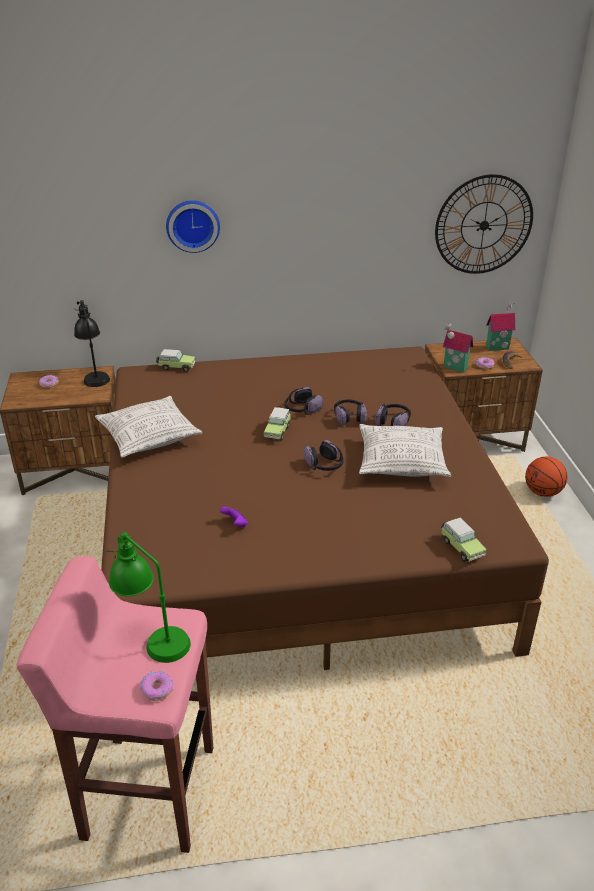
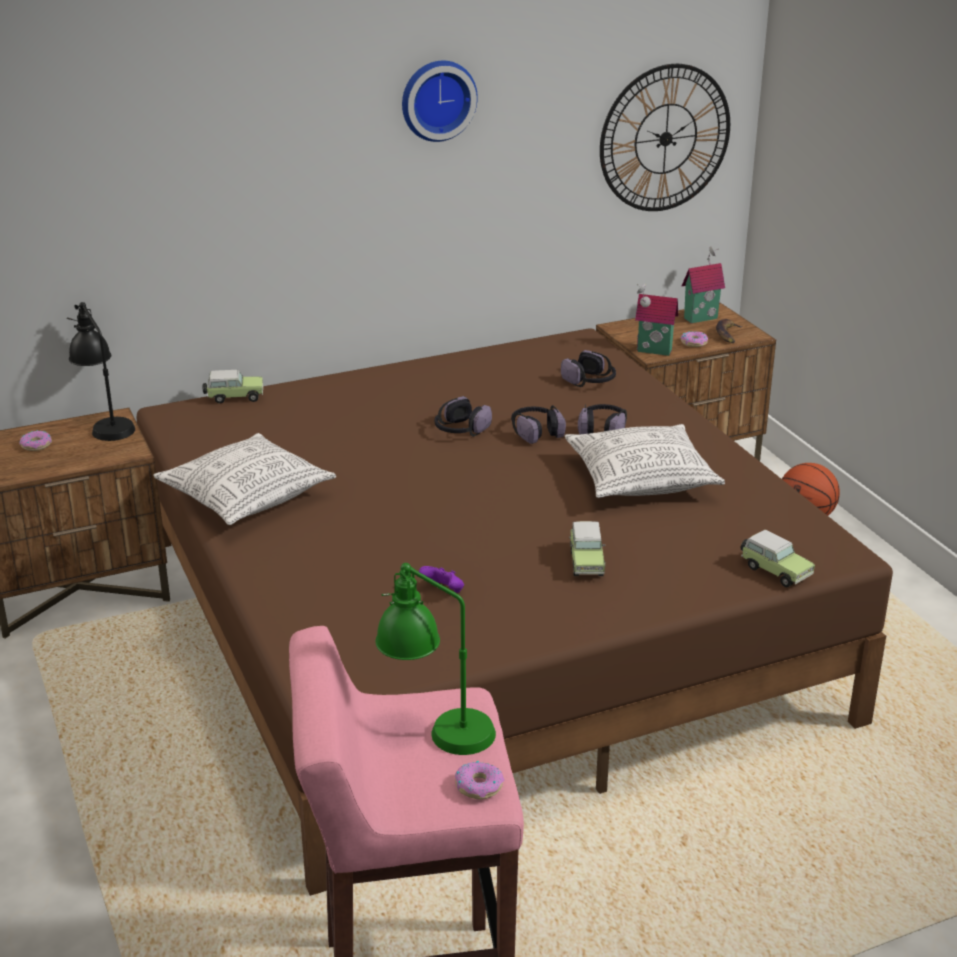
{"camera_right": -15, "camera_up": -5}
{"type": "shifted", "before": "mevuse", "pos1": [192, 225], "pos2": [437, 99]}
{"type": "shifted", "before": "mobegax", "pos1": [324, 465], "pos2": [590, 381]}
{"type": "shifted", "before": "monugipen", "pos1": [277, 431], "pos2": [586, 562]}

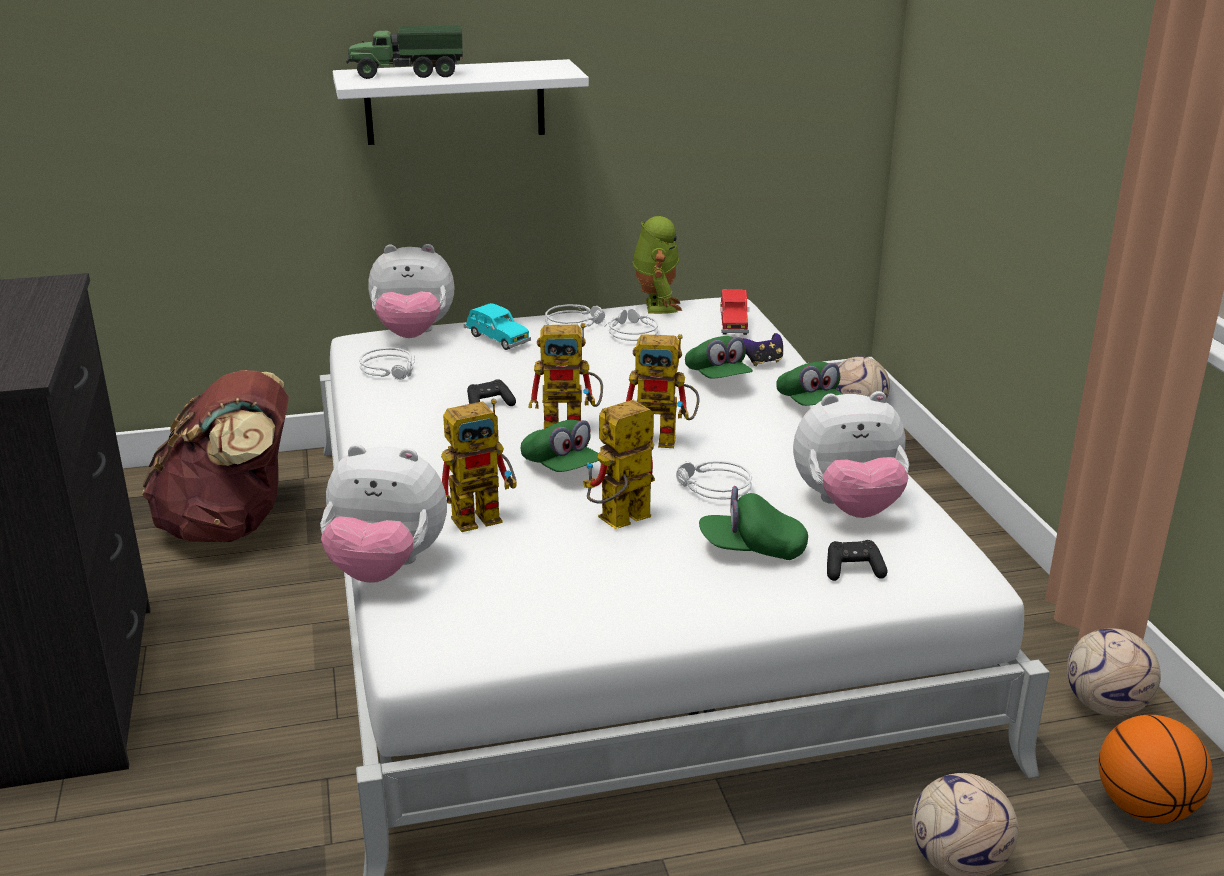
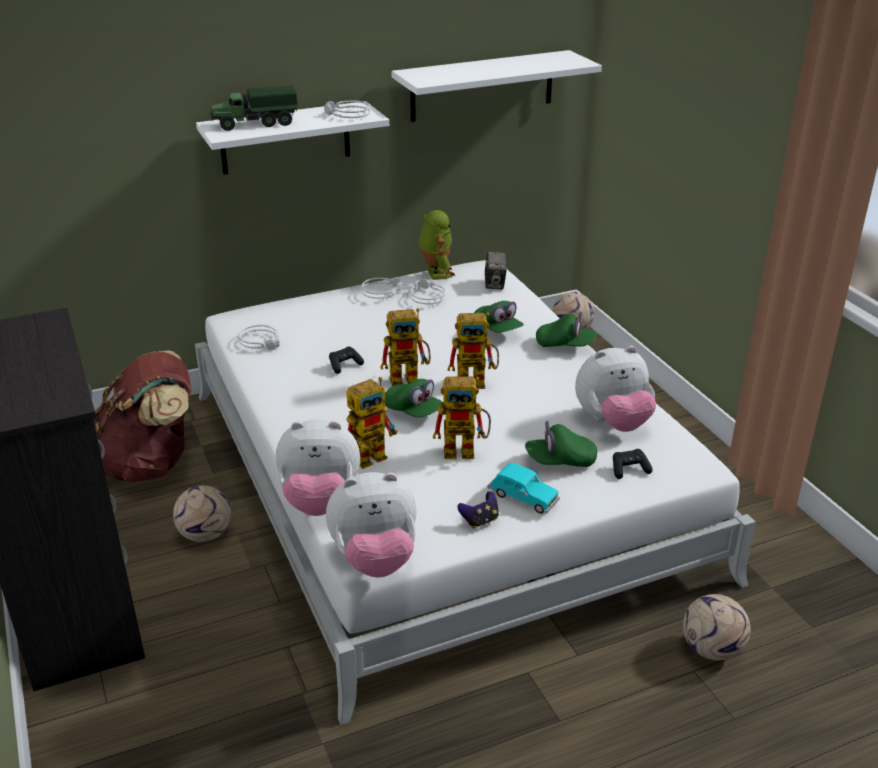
{"camera_right": -10, "camera_up": 5}
{"type": "shifted", "before": "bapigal", "pos1": [1106, 706], "pos2": [206, 535]}
{"type": "shifted", "before": "grey mobegax", "pos1": [712, 487], "pos2": [347, 115]}
{"type": "shifted", "before": "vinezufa", "pos1": [413, 335], "pos2": [375, 560]}
{"type": "new", "after": "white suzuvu", "pos2": [482, 86]}
{"type": "rotated", "before": "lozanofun", "pos1": [618, 523], "pos2": [466, 450], "turn": -135}
{"type": "shifted", "before": "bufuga", "pos1": [763, 362], "pos2": [480, 521]}
{"type": "swapped", "before": "red monugipen", "after": "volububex", "pos1": [733, 324], "pos2": [495, 284]}
{"type": "shifted", "before": "turquoise monugipen", "pos1": [497, 339], "pos2": [522, 498]}
{"type": "rotated", "before": "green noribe", "pos1": [810, 404], "pos2": [565, 345], "turn": -45}
{"type": "gone", "before": "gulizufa", "pos1": [1144, 808]}

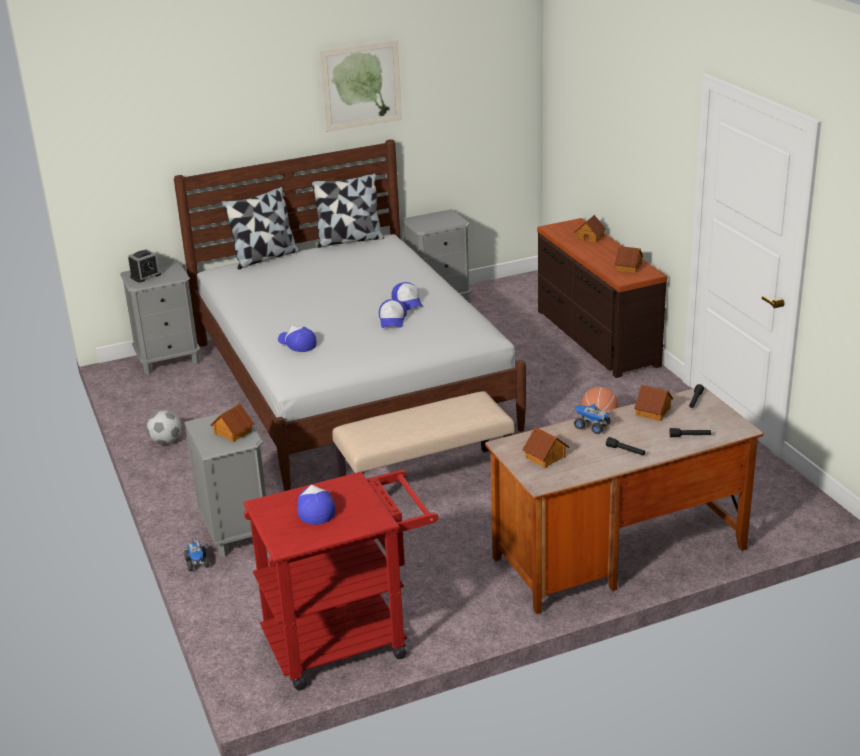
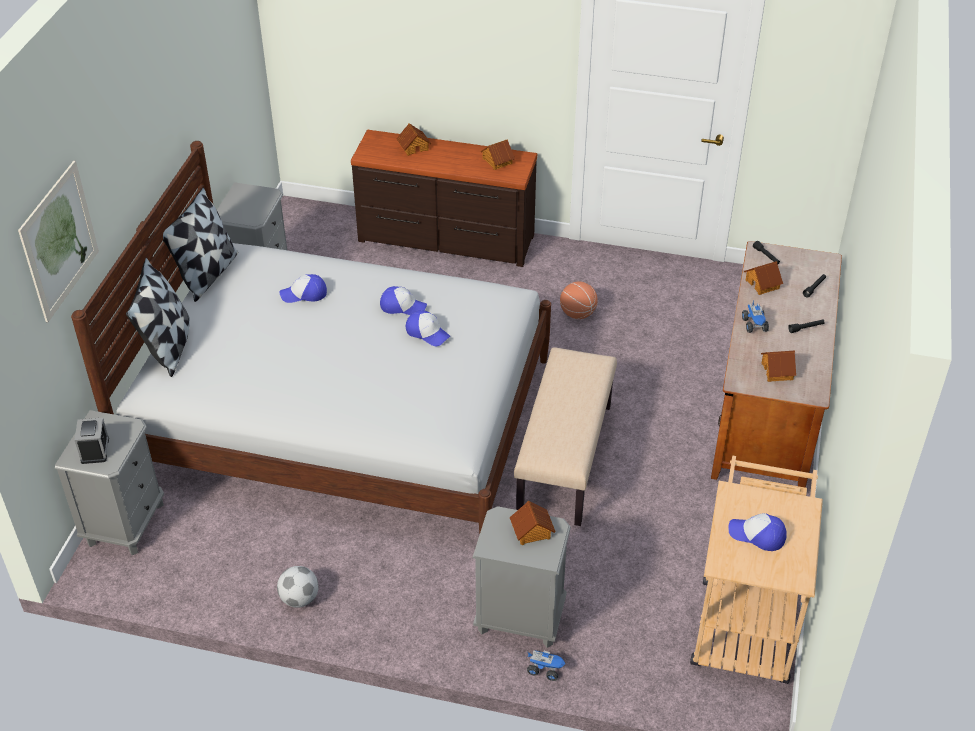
{"camera_right": -55, "camera_up": 15}
{"type": "shifted", "before": "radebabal", "pos1": [361, 85], "pos2": [59, 241]}
{"type": "shifted", "before": "noribe", "pos1": [297, 344], "pos2": [304, 294]}
{"type": "repainted", "before": "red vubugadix", "after": "beige vubugadix", "pos1": [348, 639], "pos2": [745, 620]}
{"type": "rotated", "before": "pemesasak", "pos1": [591, 427], "pos2": [755, 325], "turn": -75}

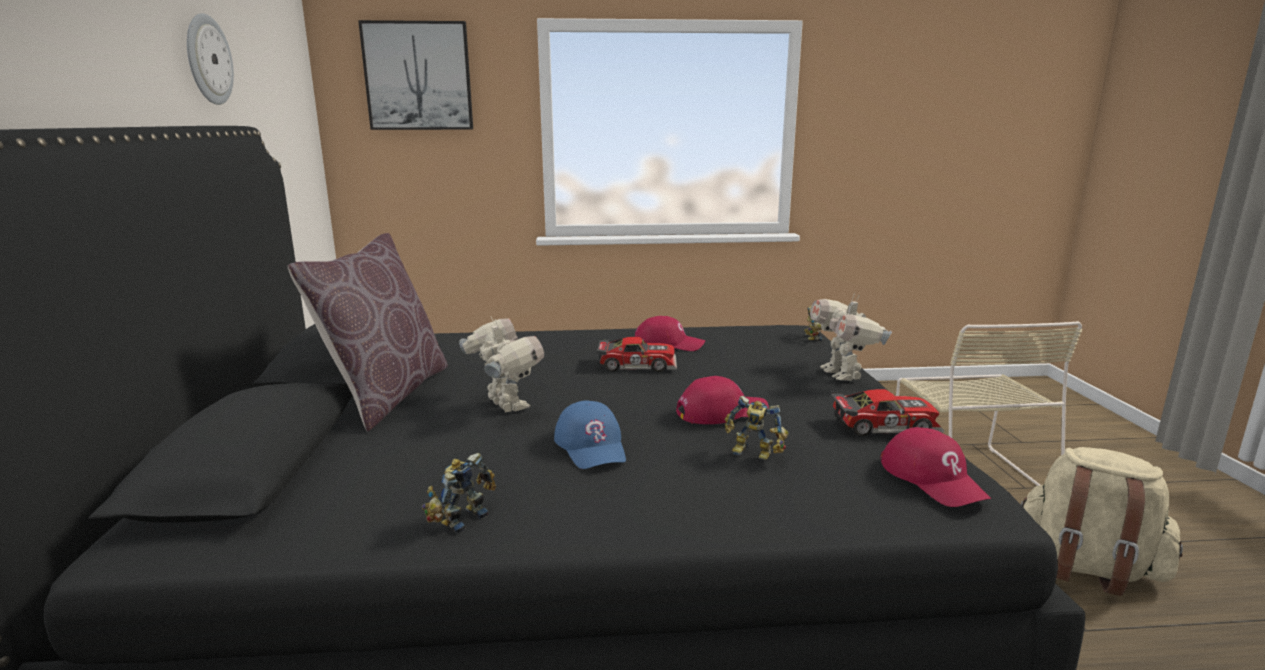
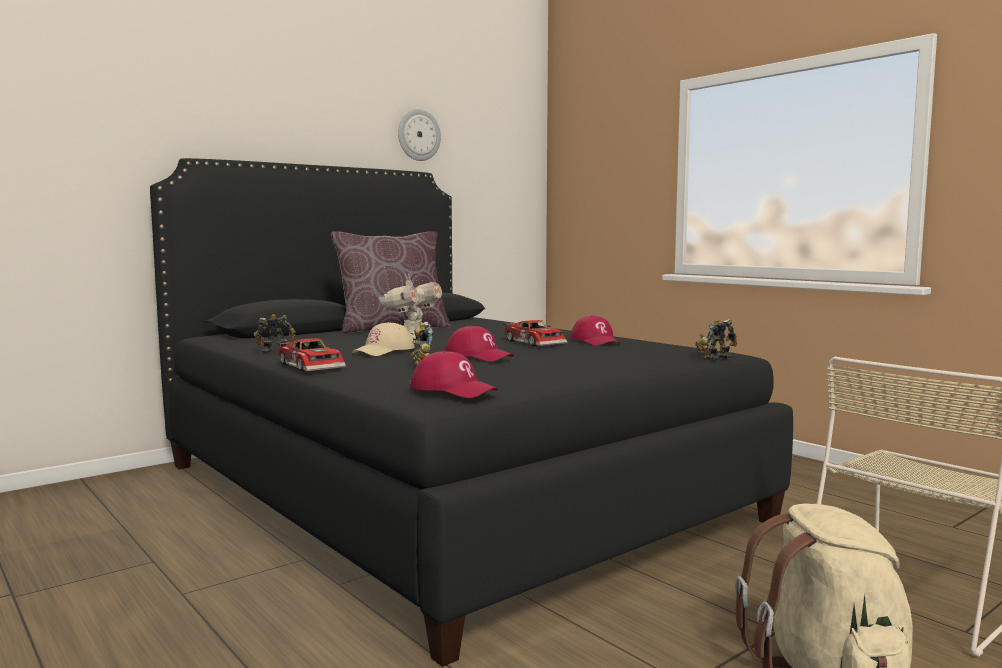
{"camera_right": 55, "camera_up": -10}
{"type": "shifted", "before": "monugipen", "pos1": [883, 423], "pos2": [313, 366]}
{"type": "repainted", "before": "blue noribe", "after": "beige noribe", "pos1": [592, 446], "pos2": [384, 351]}
{"type": "rotated", "before": "red noribe", "pos1": [933, 478], "pos2": [453, 389], "turn": -90}
{"type": "gone", "before": "radebabal", "pos1": [418, 76]}
{"type": "gone", "before": "lozanofun", "pos1": [843, 374]}

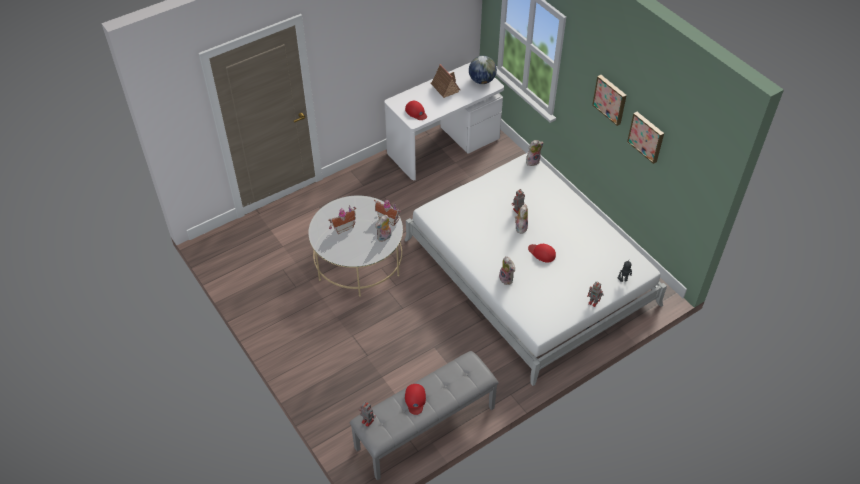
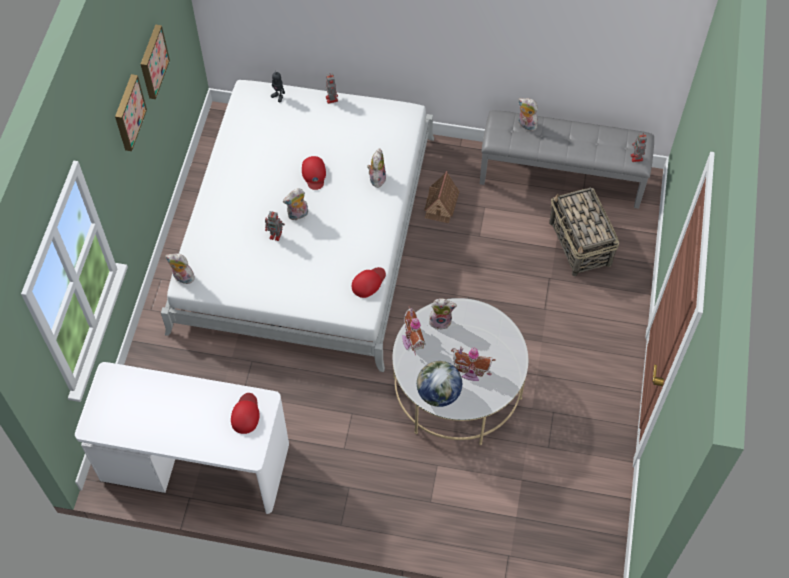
{"camera_right": -135, "camera_up": 10}
{"type": "shifted", "before": "red noribe", "pos1": [415, 399], "pos2": [368, 282]}
{"type": "shifted", "before": "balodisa", "pos1": [482, 80], "pos2": [438, 394]}
{"type": "shifted", "before": "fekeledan", "pos1": [444, 88], "pos2": [441, 205]}
{"type": "new", "after": "vinezufa", "pos2": [526, 125]}
{"type": "new", "after": "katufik", "pos2": [580, 244]}

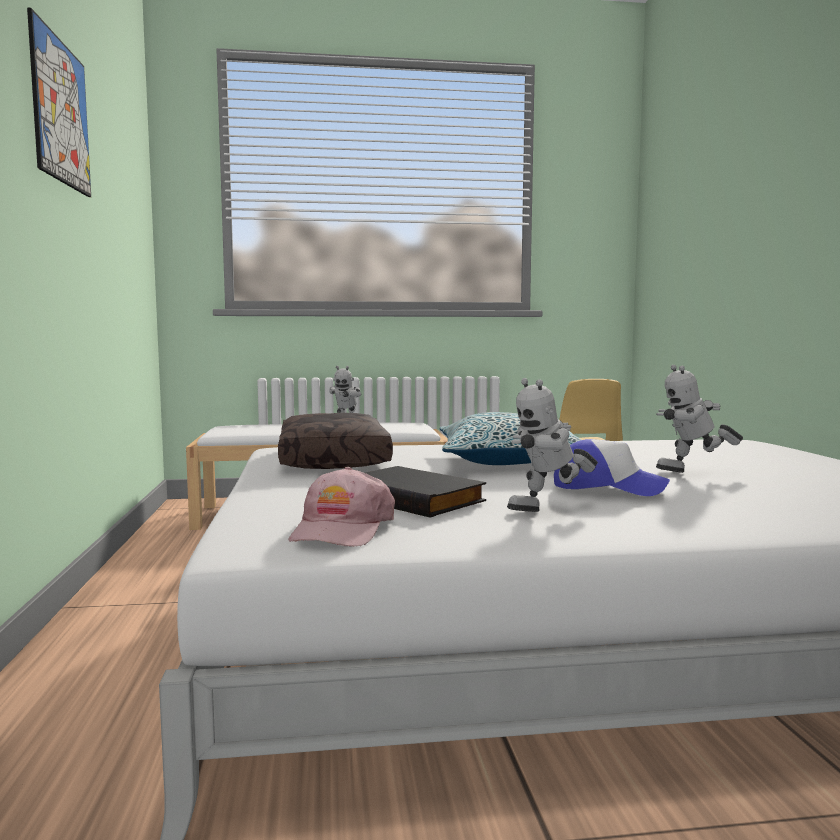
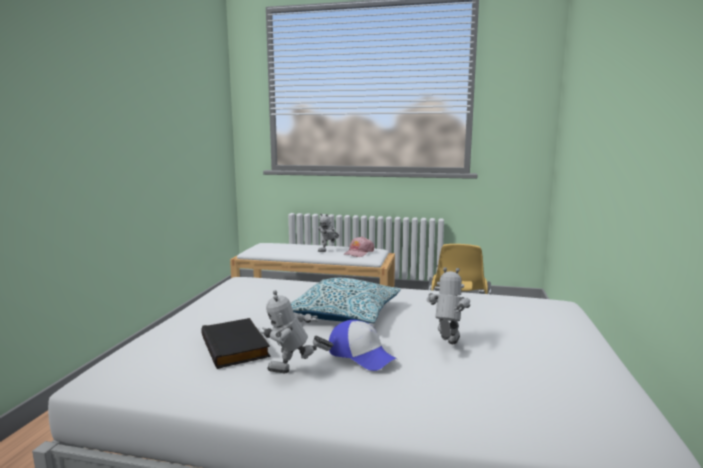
{"camera_right": 20, "camera_up": 5}
{"type": "shifted", "before": "pink noribe", "pos1": [341, 529], "pos2": [358, 253]}
{"type": "rotated", "before": "lozanofun", "pos1": [693, 473], "pos2": [446, 346], "turn": 90}
{"type": "gone", "before": "radebabal", "pos1": [60, 112]}
{"type": "gone", "before": "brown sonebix", "pos1": [335, 459]}

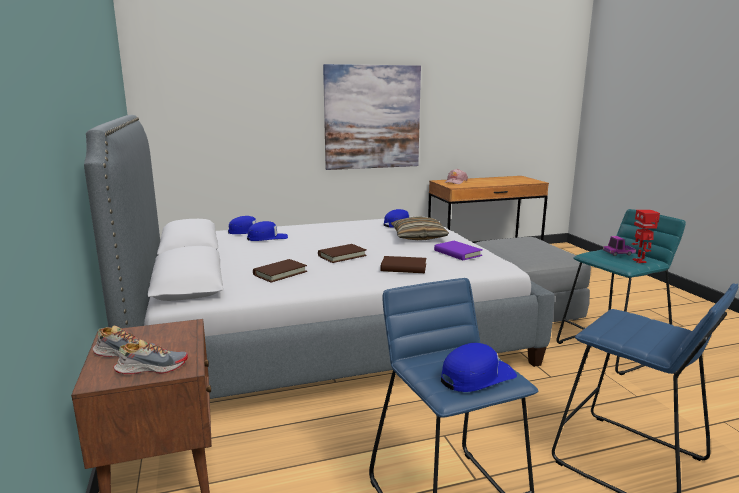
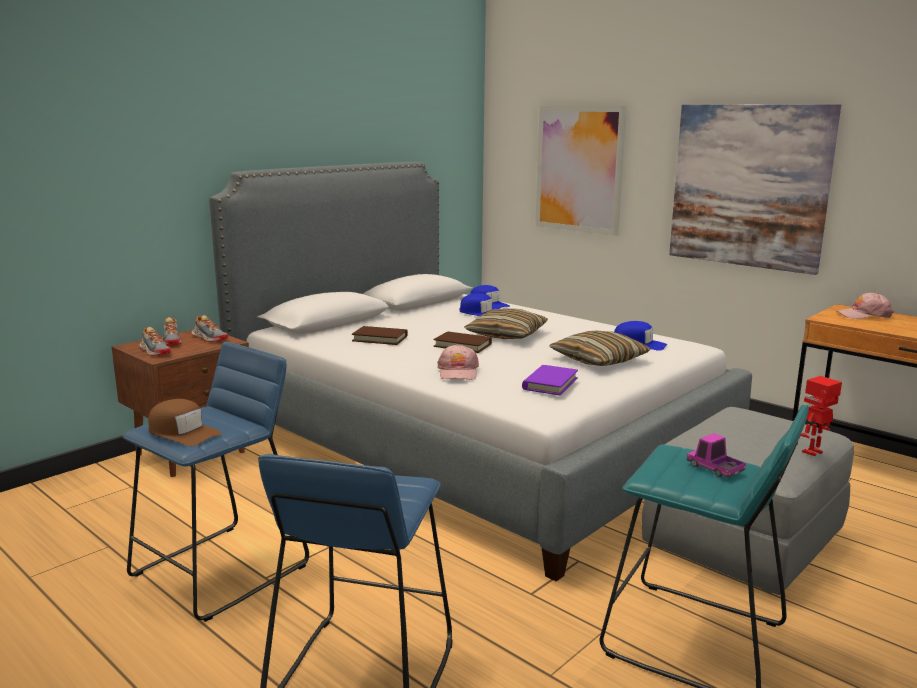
{"camera_right": 60, "camera_up": 0}
{"type": "repainted", "before": "blue noribe", "after": "brown noribe", "pos1": [477, 376], "pos2": [183, 433]}
{"type": "new", "after": "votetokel", "pos2": [209, 338]}
{"type": "swapped", "before": "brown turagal", "after": "pink noribe", "pos1": [403, 268], "pos2": [458, 372]}
{"type": "new", "after": "sonebix", "pos2": [507, 334]}
{"type": "new", "after": "radebabal", "pos2": [579, 169]}
{"type": "shifted", "before": "lozanofun", "pos1": [640, 261], "pos2": [813, 452]}

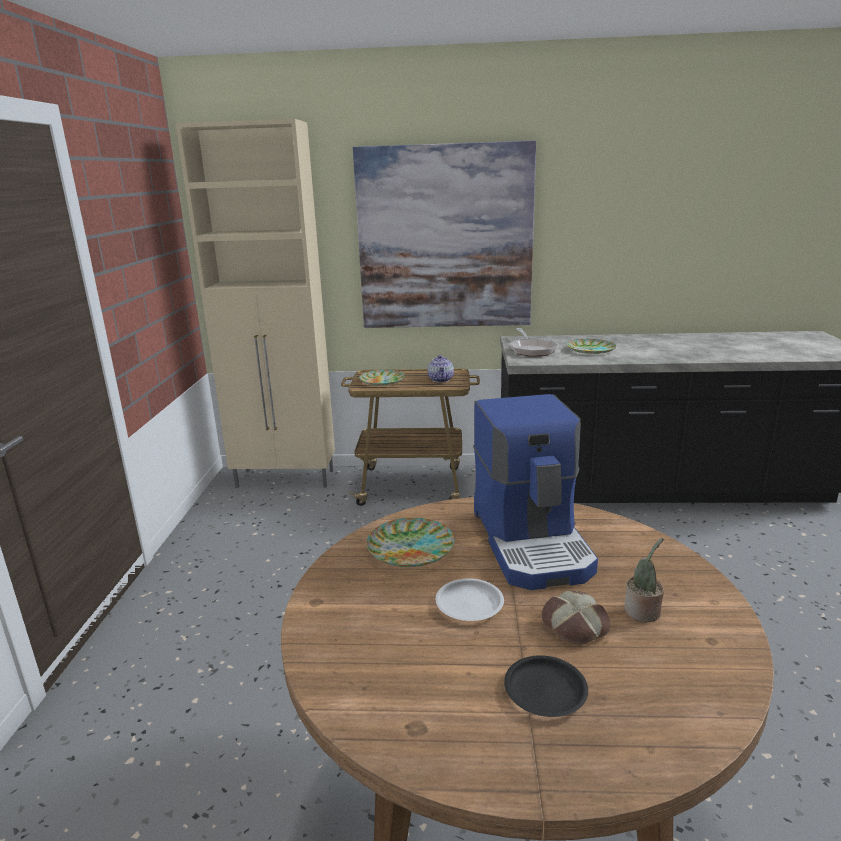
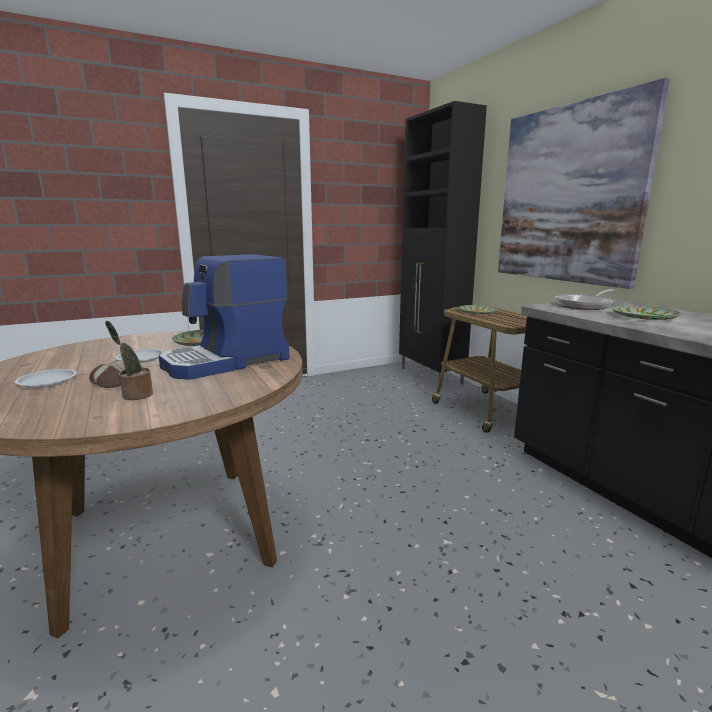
{"camera_right": 60, "camera_up": -5}
{"type": "repainted", "before": "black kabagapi", "after": "white kabagapi", "pos1": [545, 691], "pos2": [47, 381]}
{"type": "repainted", "before": "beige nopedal", "after": "black nopedal", "pos1": [286, 479], "pos2": [431, 376]}
{"type": "gone", "before": "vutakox", "pos1": [441, 380]}

